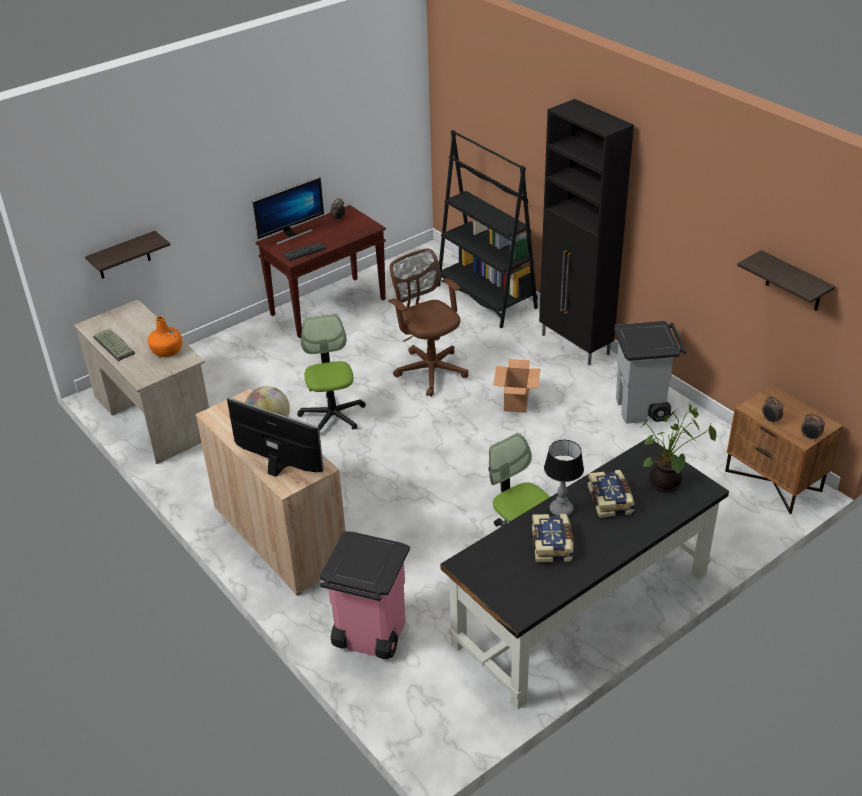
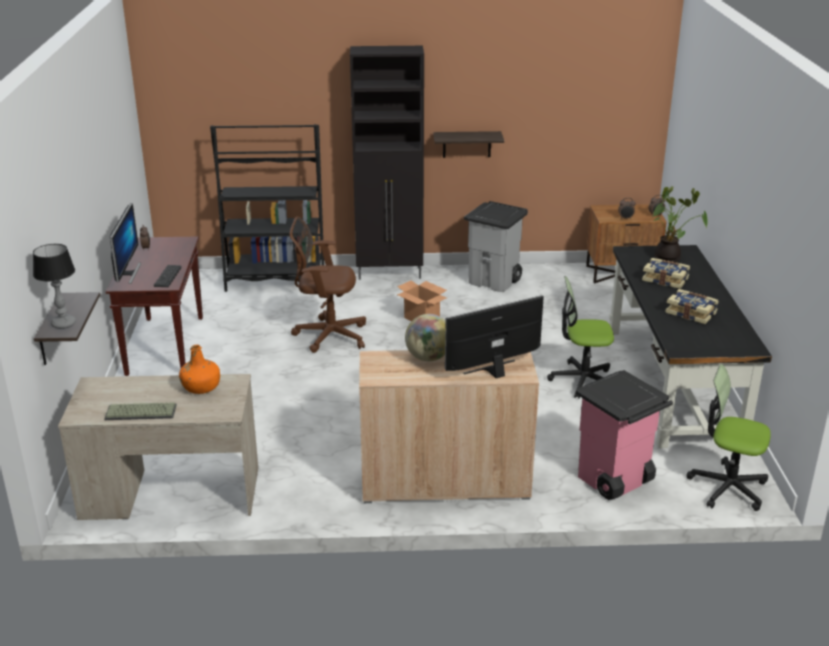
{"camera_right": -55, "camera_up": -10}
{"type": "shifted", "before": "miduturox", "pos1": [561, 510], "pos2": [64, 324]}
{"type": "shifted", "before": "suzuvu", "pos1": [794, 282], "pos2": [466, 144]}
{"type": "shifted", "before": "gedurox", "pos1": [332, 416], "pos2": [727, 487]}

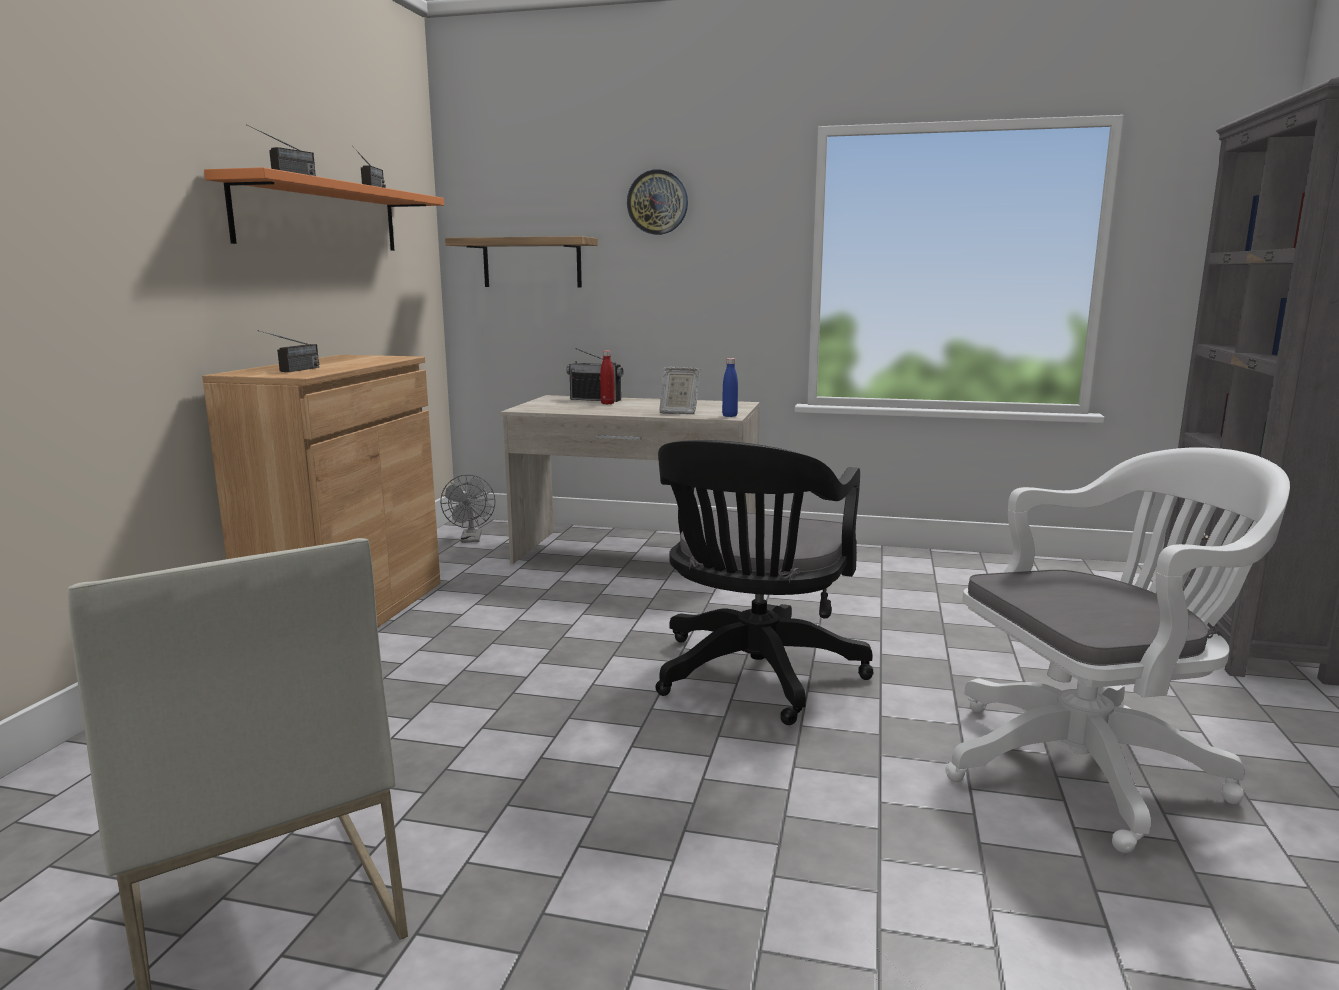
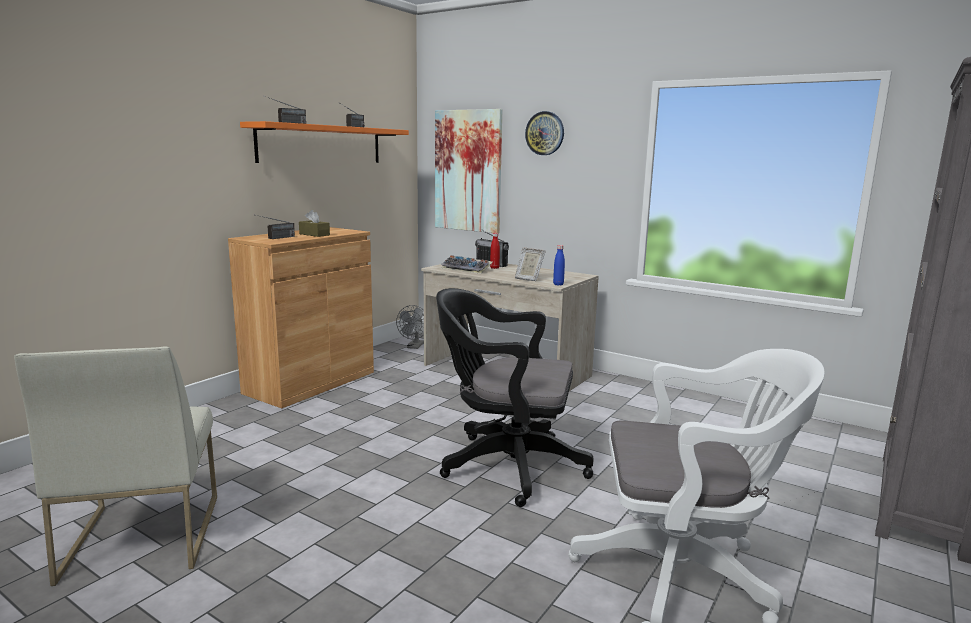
{"camera_right": 20, "camera_up": 0}
{"type": "new", "after": "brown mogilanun", "pos2": [314, 234]}
{"type": "swapped", "before": "suzuvu", "after": "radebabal", "pos1": [532, 263], "pos2": [468, 171]}
{"type": "rotated", "before": "black gedurox", "pos1": [753, 677], "pos2": [506, 465], "turn": 60}
{"type": "new", "after": "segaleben", "pos2": [467, 269]}

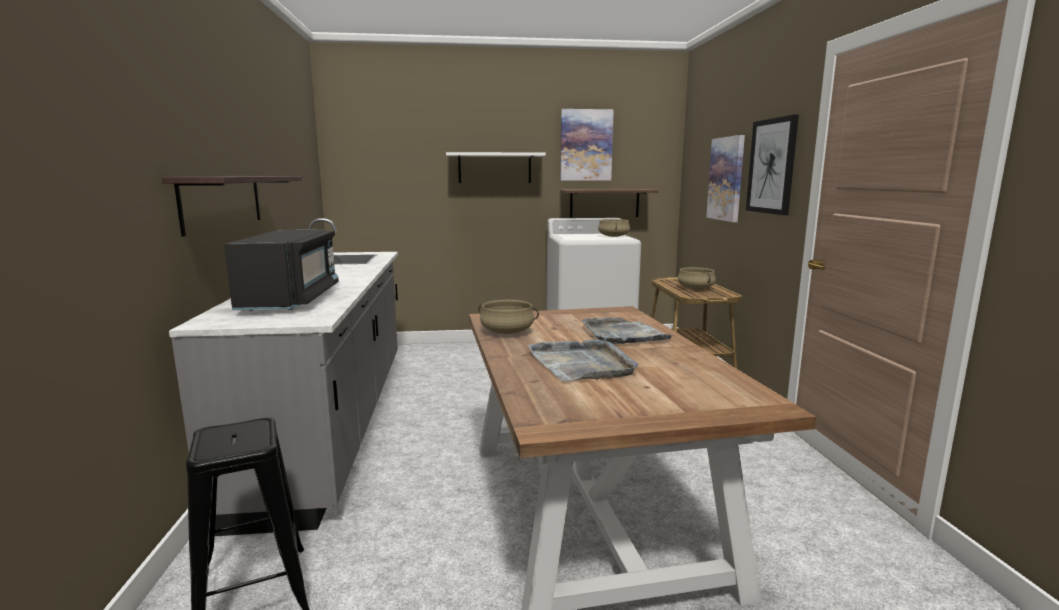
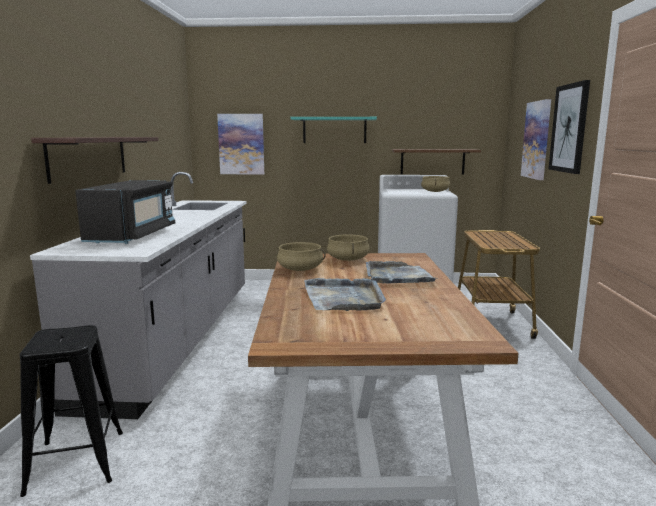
{"camera_right": 10, "camera_up": 0}
{"type": "shifted", "before": "radebabal", "pos1": [586, 145], "pos2": [241, 144]}
{"type": "repainted", "before": "white suzuvu", "after": "turquoise suzuvu", "pos1": [494, 168], "pos2": [334, 130]}
{"type": "shifted", "before": "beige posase", "pos1": [696, 288], "pos2": [348, 259]}

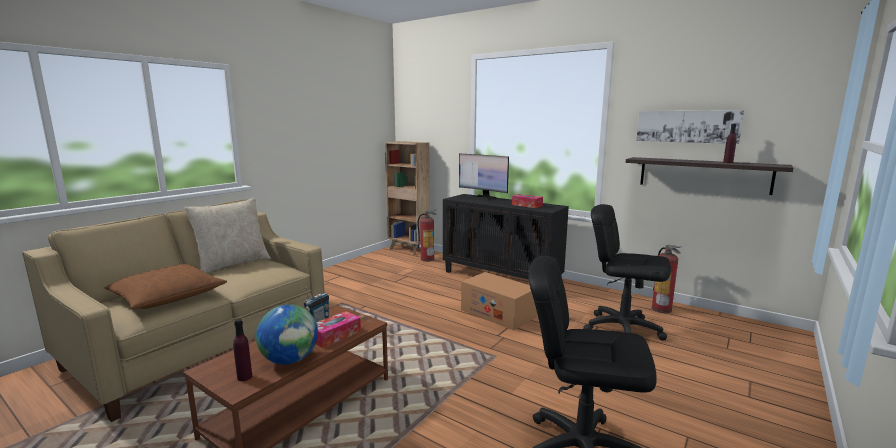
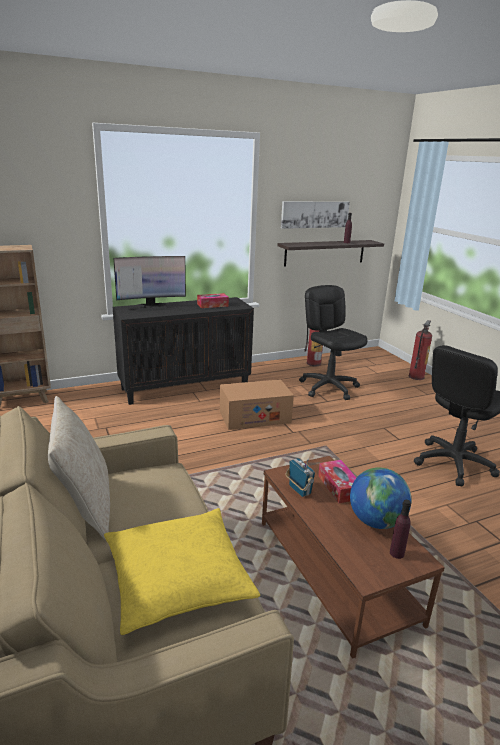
{"camera_right": -60, "camera_up": 10}
{"type": "repainted", "before": "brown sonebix", "after": "yellow sonebix", "pos1": [168, 297], "pos2": [177, 578]}
{"type": "rotated", "before": "black gedurox", "pos1": [622, 330], "pos2": [329, 387], "turn": 90}
{"type": "shifted", "before": "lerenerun", "pos1": [427, 259], "pos2": [416, 376]}

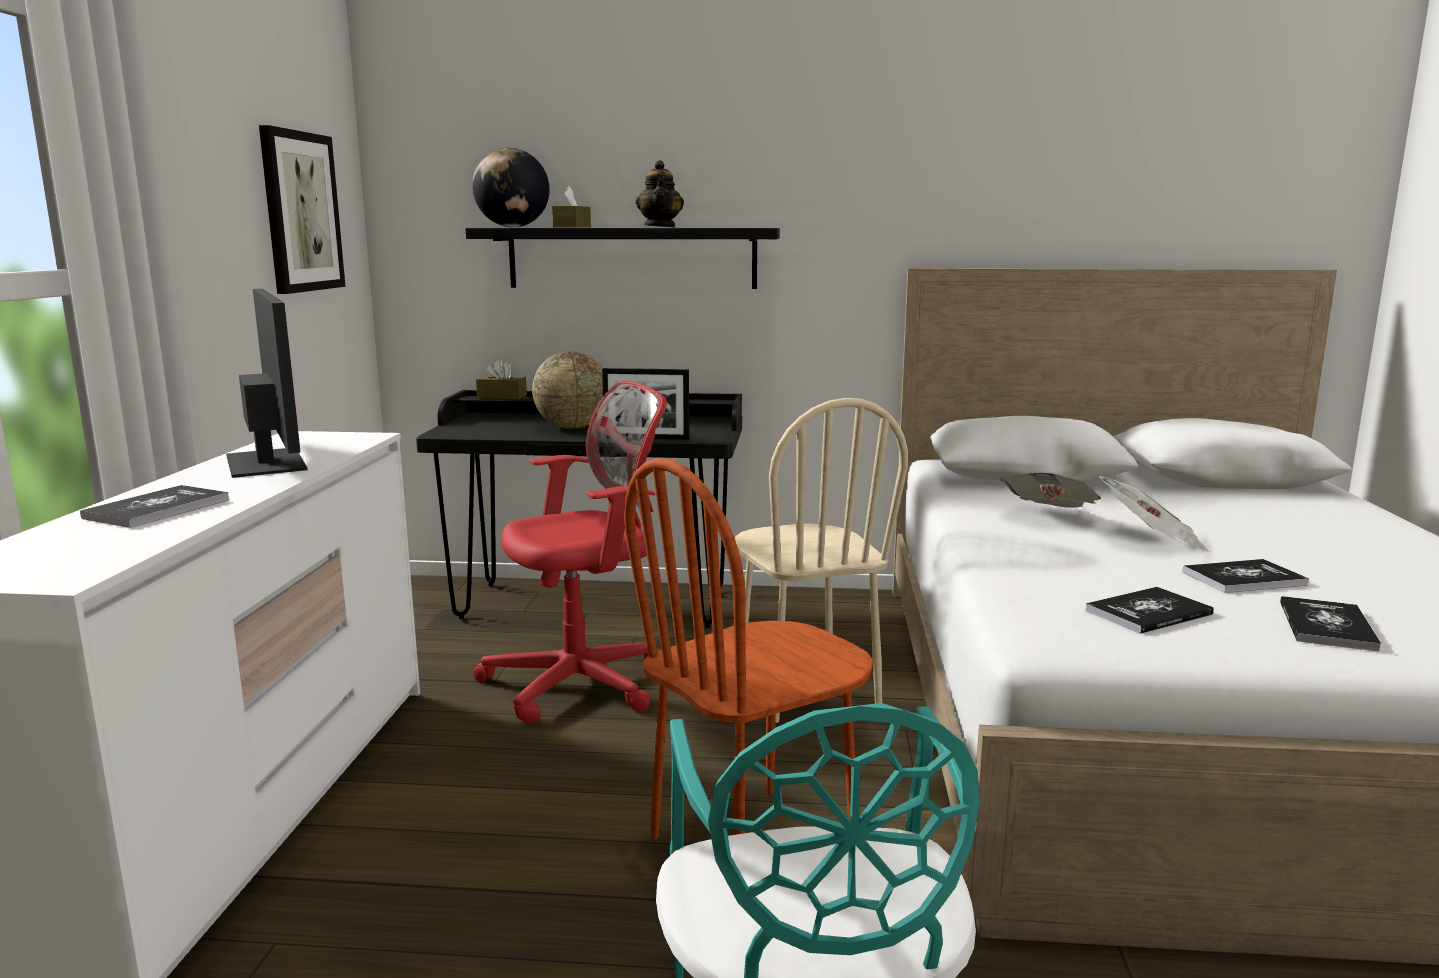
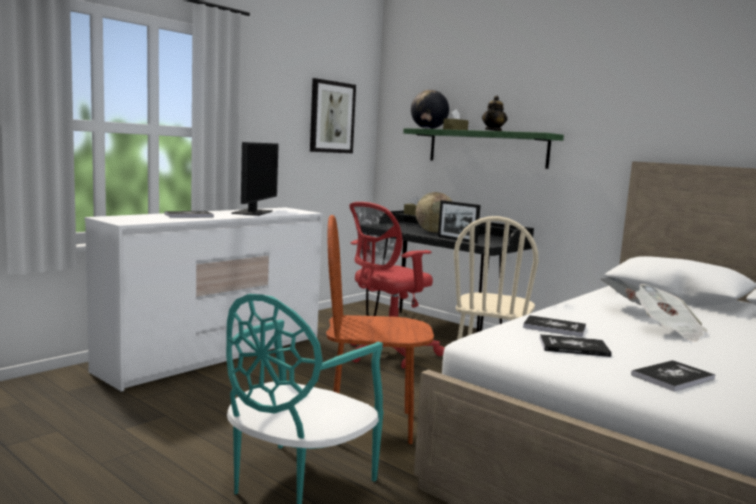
{"camera_right": 35, "camera_up": -5}
{"type": "rotated", "before": "red gedurox", "pos1": [584, 682], "pos2": [387, 354], "turn": 135}
{"type": "repainted", "before": "black suzuvu", "after": "green suzuvu", "pos1": [632, 258], "pos2": [487, 148]}
{"type": "shifted", "before": "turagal", "pos1": [1244, 578], "pos2": [554, 327]}

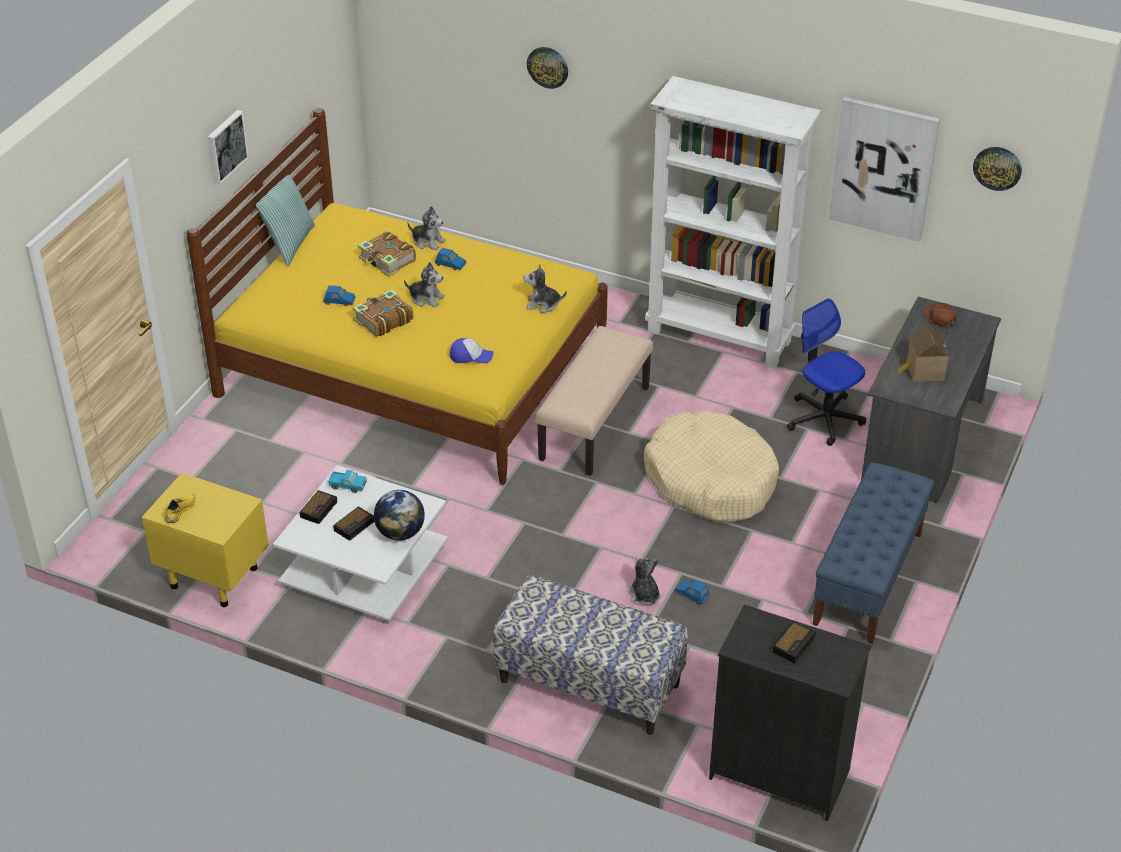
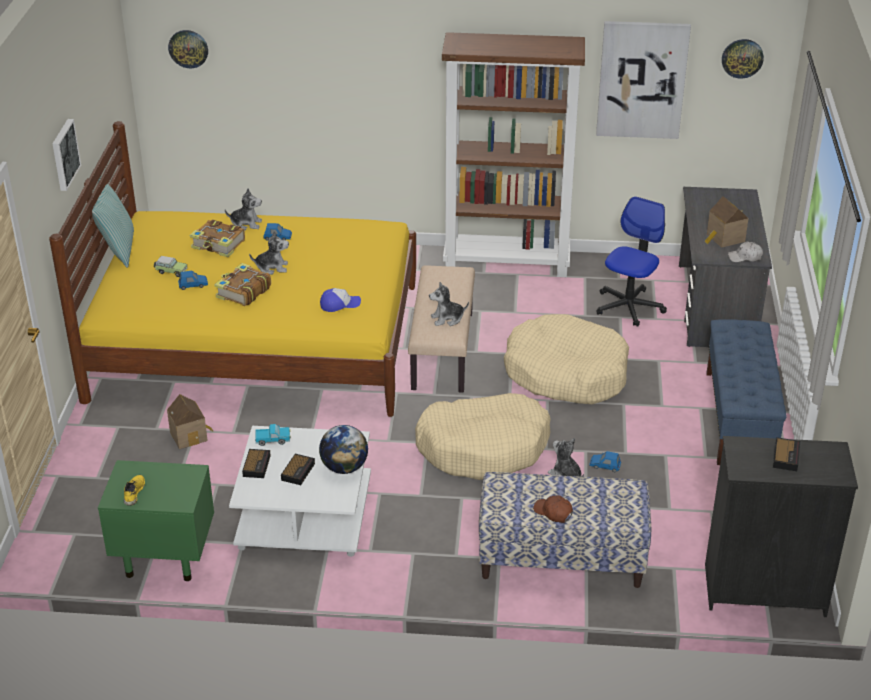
{"camera_right": -20, "camera_up": -5}
{"type": "repainted", "before": "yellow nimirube", "after": "green nimirube", "pos1": [213, 577], "pos2": [163, 557]}
{"type": "new", "after": "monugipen", "pos2": [170, 271]}
{"type": "new", "after": "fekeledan", "pos2": [190, 436]}
{"type": "shifted", "before": "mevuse", "pos1": [548, 67], "pos2": [188, 48]}
{"type": "new", "after": "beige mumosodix", "pos2": [484, 447]}
{"type": "shifted", "before": "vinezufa", "pos1": [543, 304], "pos2": [447, 319]}
{"type": "repainted", "before": "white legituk", "after": "brown legituk", "pos1": [720, 336], "pos2": [507, 263]}
{"type": "shifted", "before": "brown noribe", "pos1": [938, 318], "pos2": [553, 512]}
{"type": "rotated", "before": "gedurox", "pos1": [824, 418], "pos2": [629, 307], "turn": 90}
{"type": "new", "after": "white noribe", "pos2": [745, 257]}

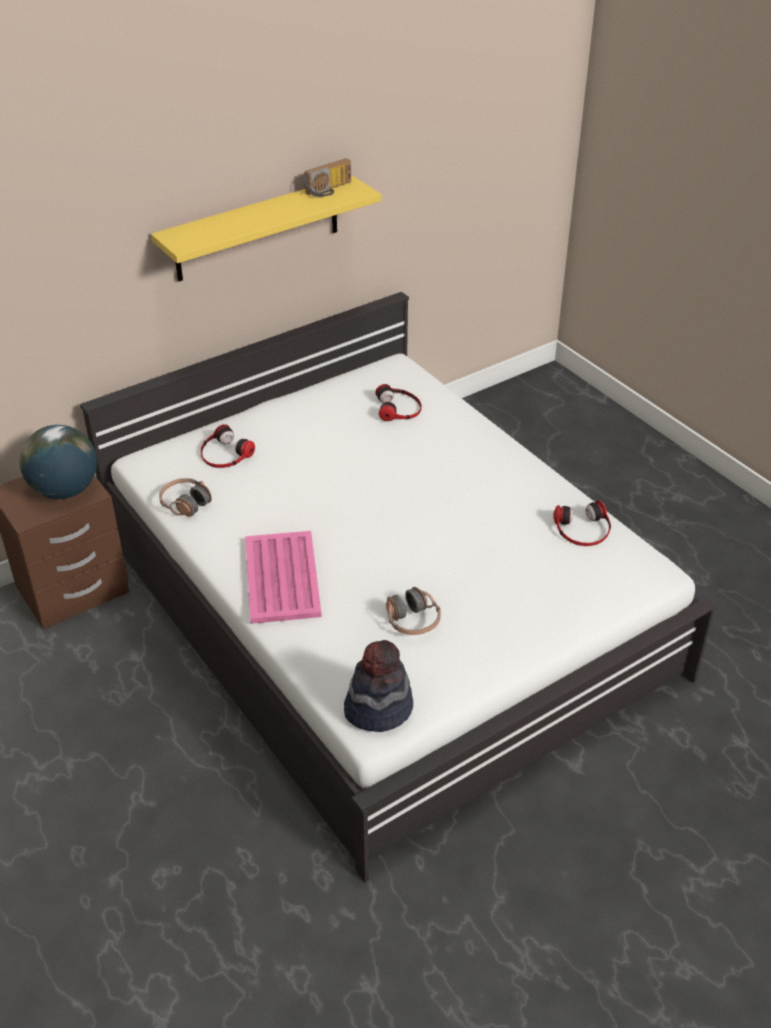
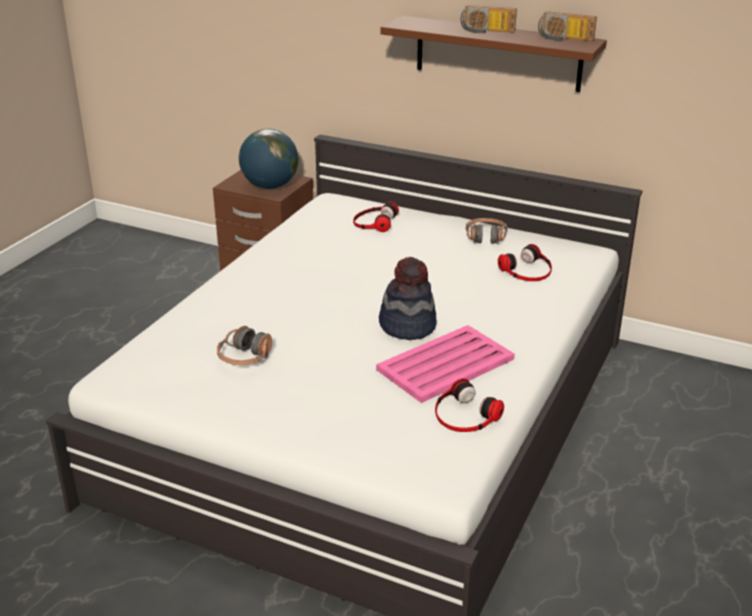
{"camera_right": 60, "camera_up": -10}
{"type": "shifted", "before": "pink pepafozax", "pos1": [282, 576], "pos2": [447, 364]}
{"type": "shifted", "before": "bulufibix", "pos1": [378, 708], "pos2": [407, 326]}
{"type": "repainted", "before": "yellow suzuvu", "after": "brown suzuvu", "pos1": [257, 229], "pos2": [498, 53]}
{"type": "new", "after": "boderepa", "pos2": [486, 31]}
{"type": "shifted", "before": "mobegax", "pos1": [185, 503], "pos2": [486, 237]}

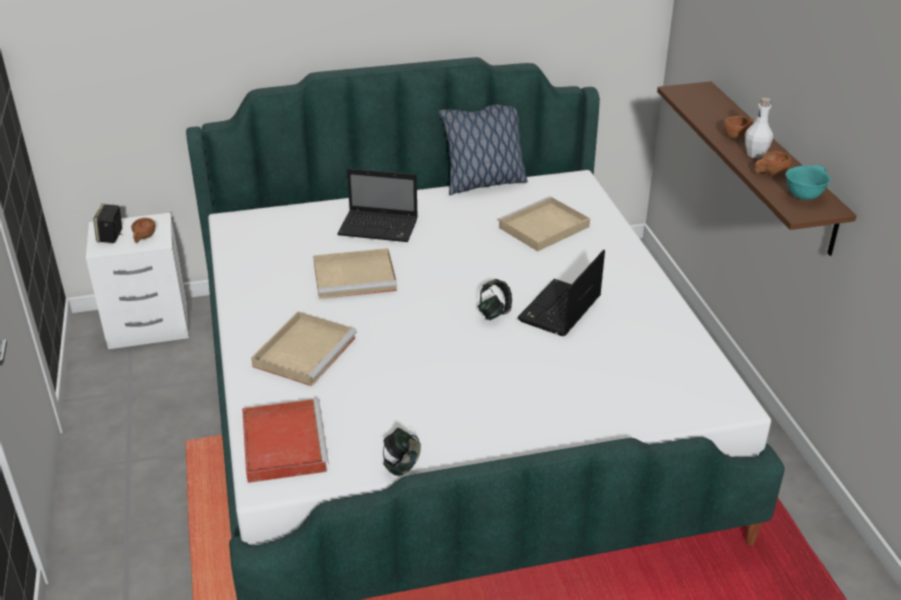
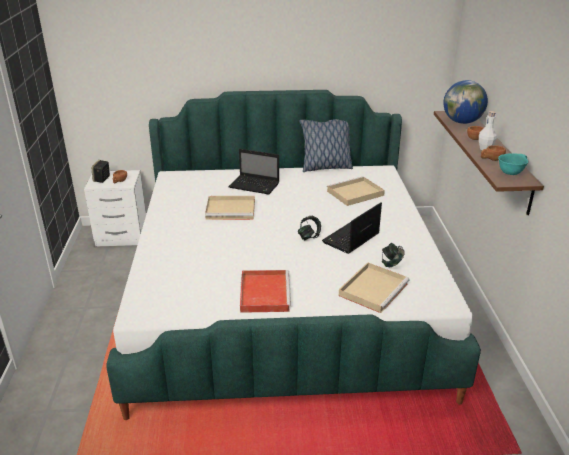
{"camera_right": 10, "camera_up": -5}
{"type": "shifted", "before": "red pepafozax", "pos1": [283, 442], "pos2": [264, 292]}
{"type": "shifted", "before": "beige pepafozax", "pos1": [305, 350], "pos2": [373, 289]}
{"type": "shifted", "before": "mobegax", "pos1": [402, 465], "pos2": [391, 264]}
{"type": "new", "after": "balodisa", "pos2": [462, 122]}

